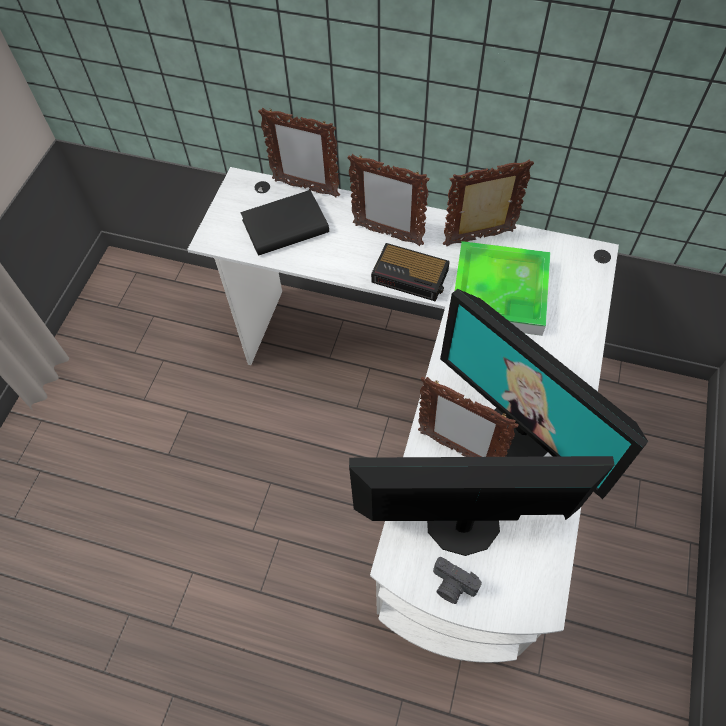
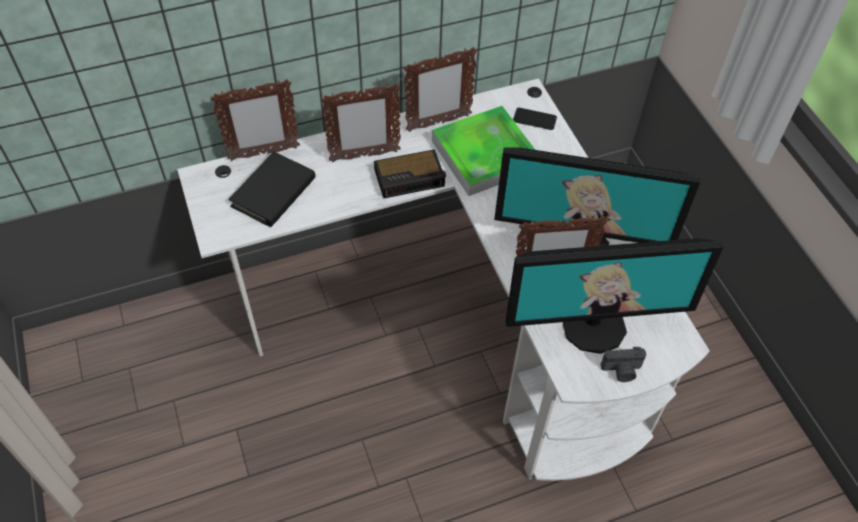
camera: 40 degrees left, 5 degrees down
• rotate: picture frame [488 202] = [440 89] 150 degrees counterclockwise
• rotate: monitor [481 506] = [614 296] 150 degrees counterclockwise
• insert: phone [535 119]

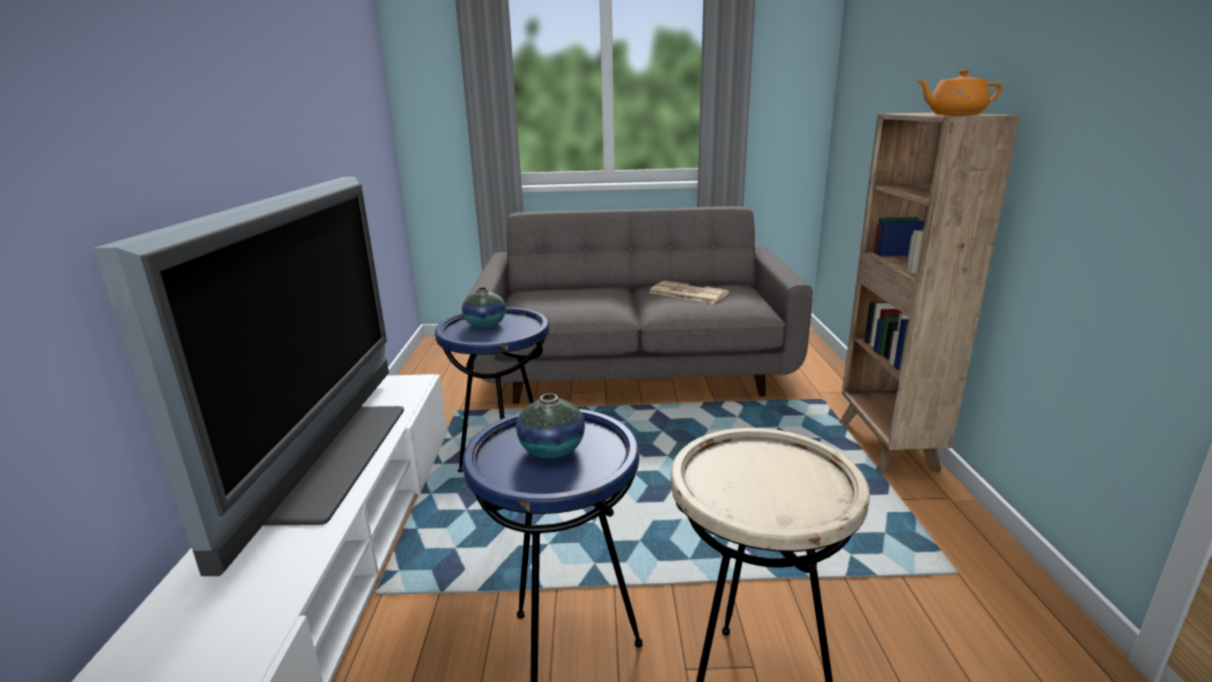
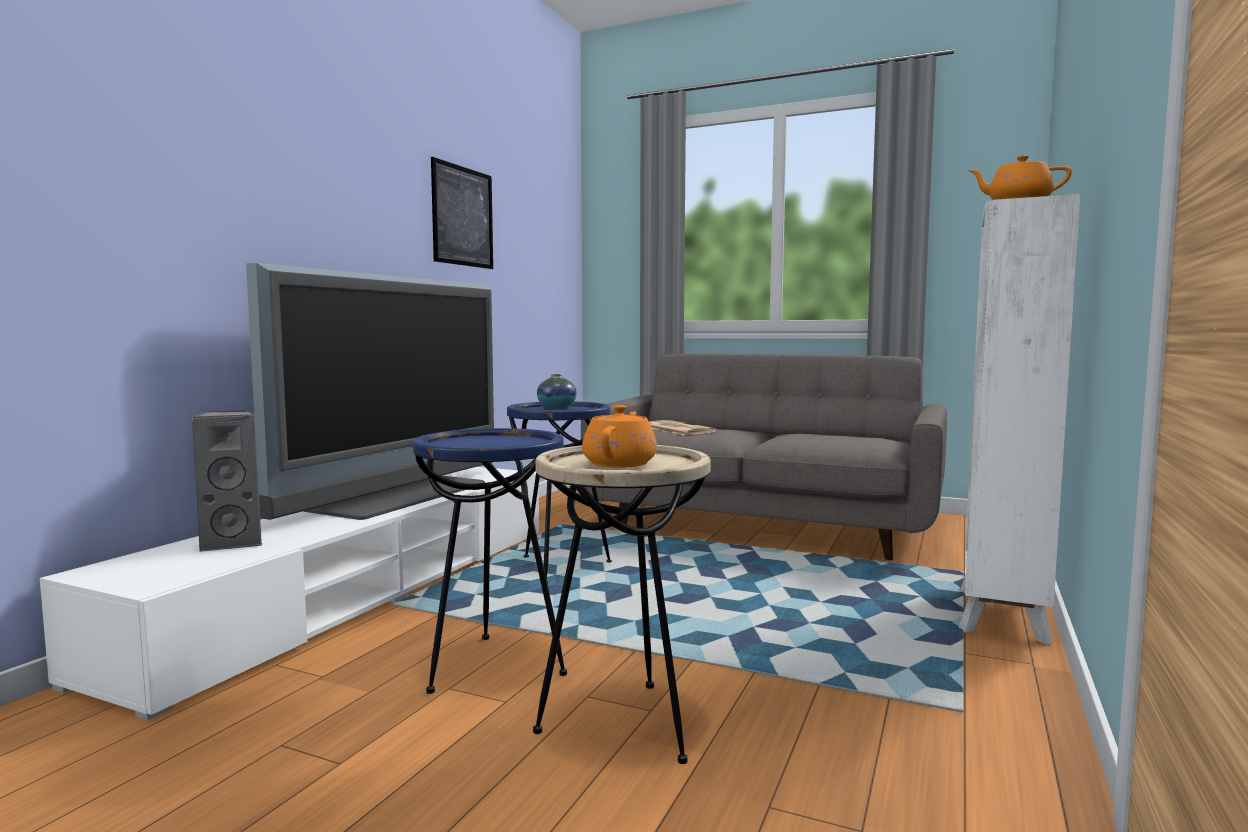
camera: 25 degrees right, 15 degrees down
• insert: grey speaker [227 481]
• insert: picture [462 213]
• insert: orange teapot [619 436]
• move: newspaper [689 292] to [682 427]
• recolor: brown bookcase [930 293] to white bookcase [1019 419]
• delete: vase [550 425]

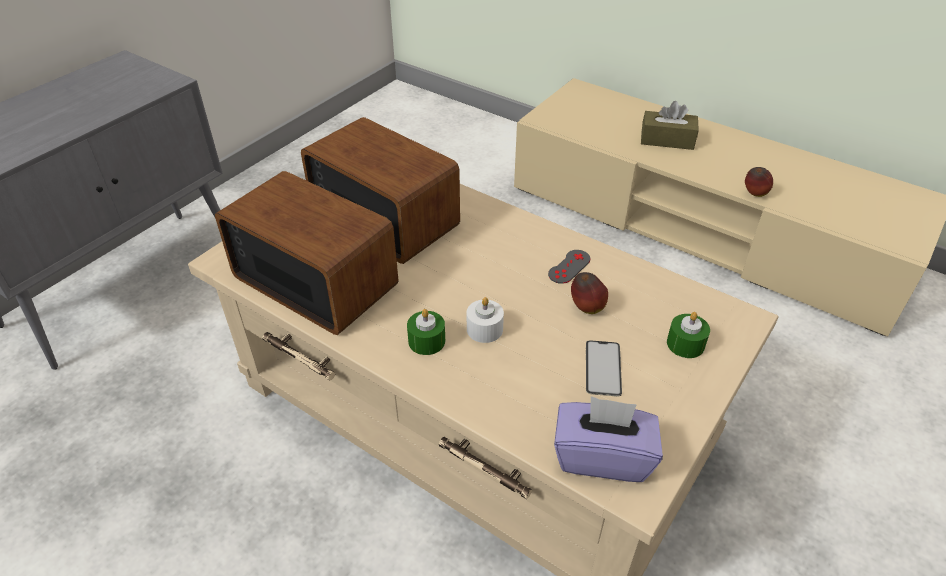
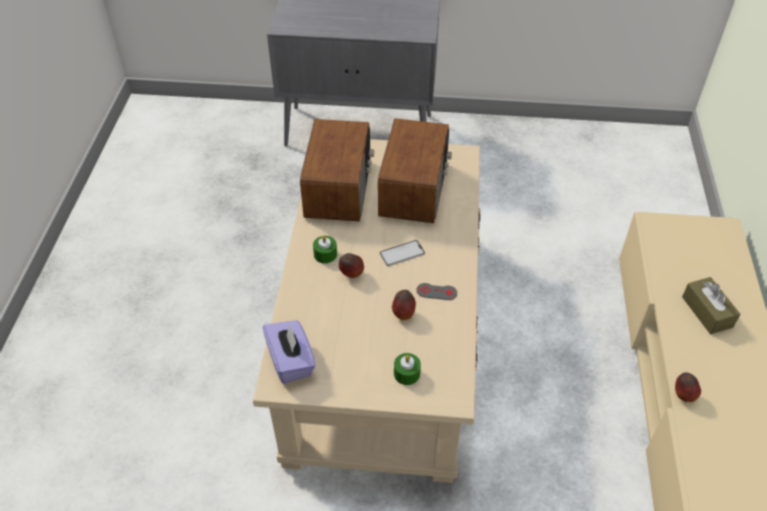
camera: 60 degrees right, 5 degrees up
• replace: white candle [485 320] to apple [351 265]
• move: phone [604 368] to [402 253]

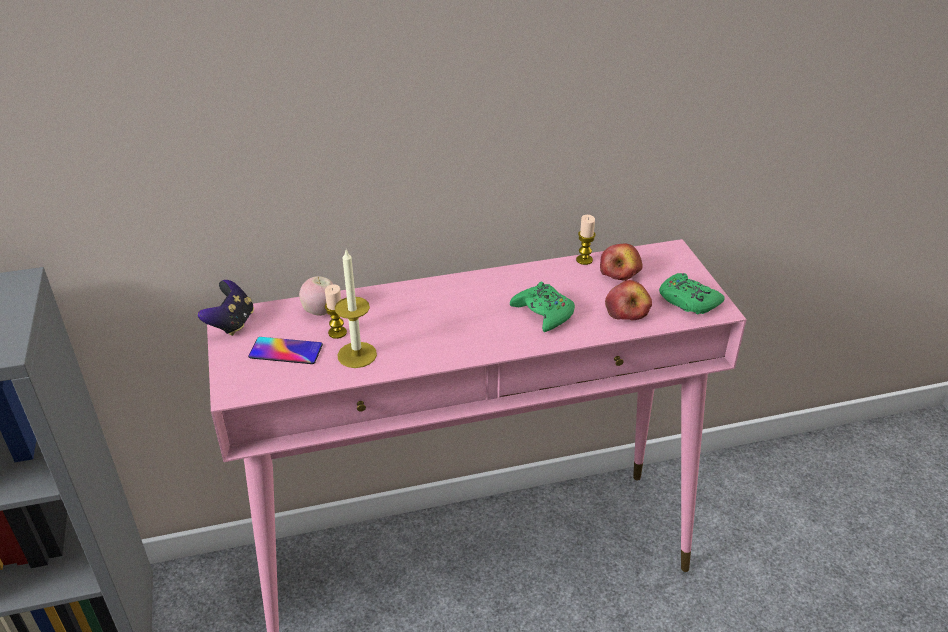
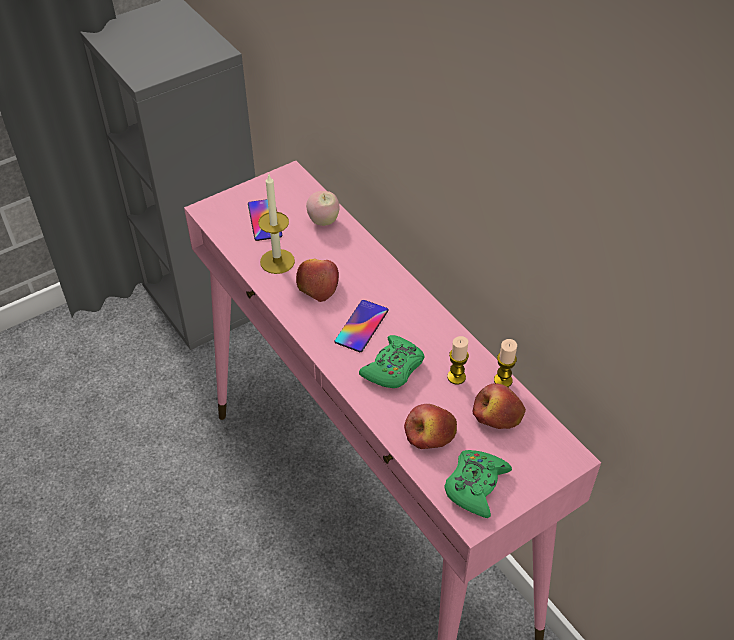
camera: 70 degrees right, 10 degrees up
• insert: apple [317 280]
• insert: phone [362 326]
• move: candle [336 311] to [458 360]
• delete: game controller [226 308]

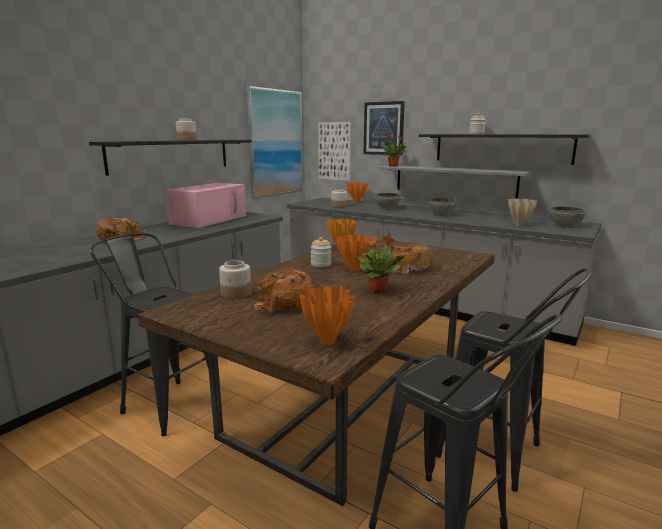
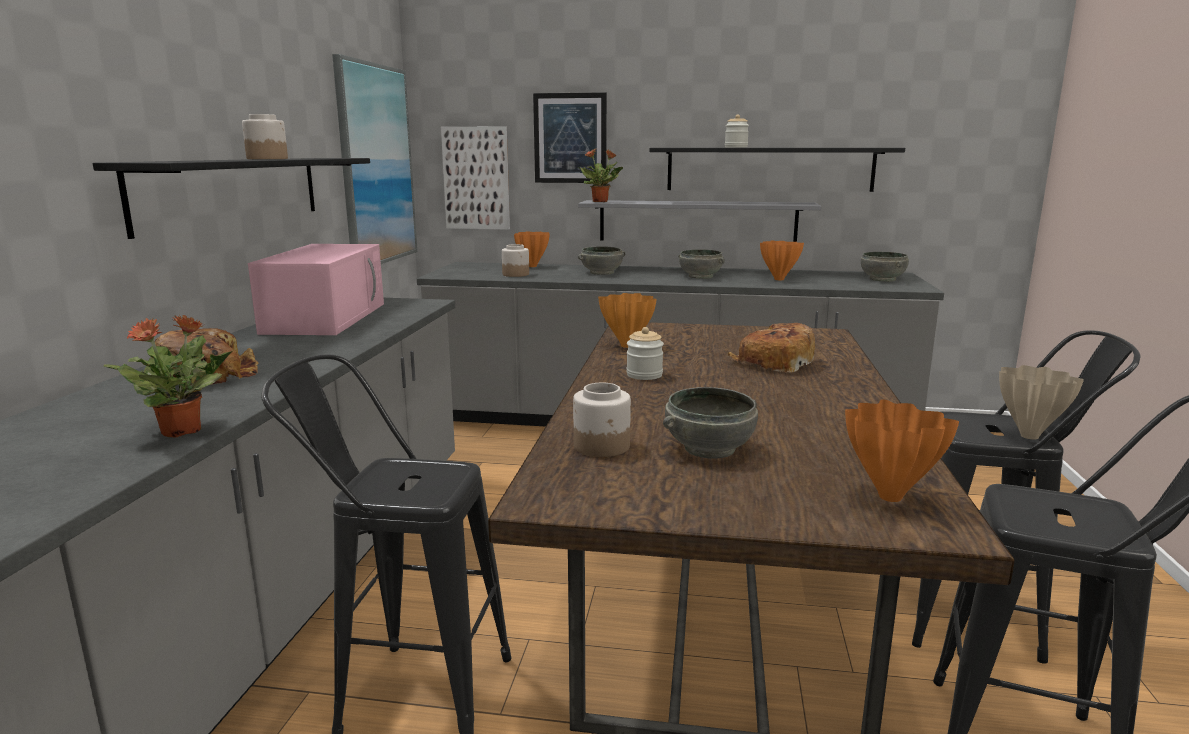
camera: 25 degrees left, 0 degrees up
• move: potted plant [379 264] to [167 376]
• replace: bread [283 290] to grey bowl [710 423]
• move: orange vase [355 253] to [782 260]
• move: beige vase [522 212] to [1041 402]

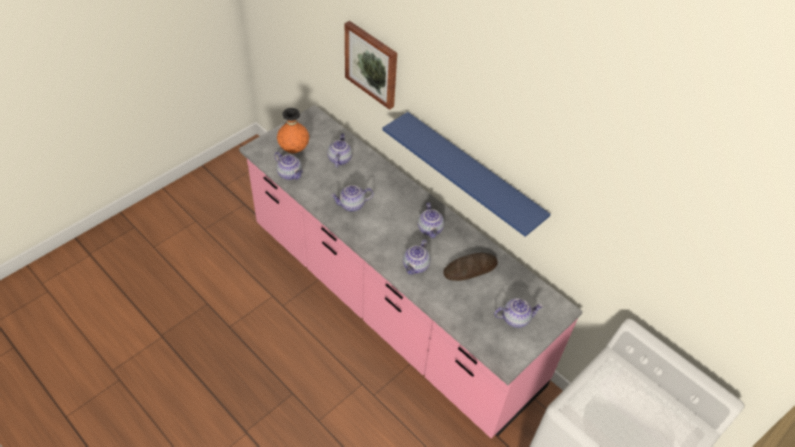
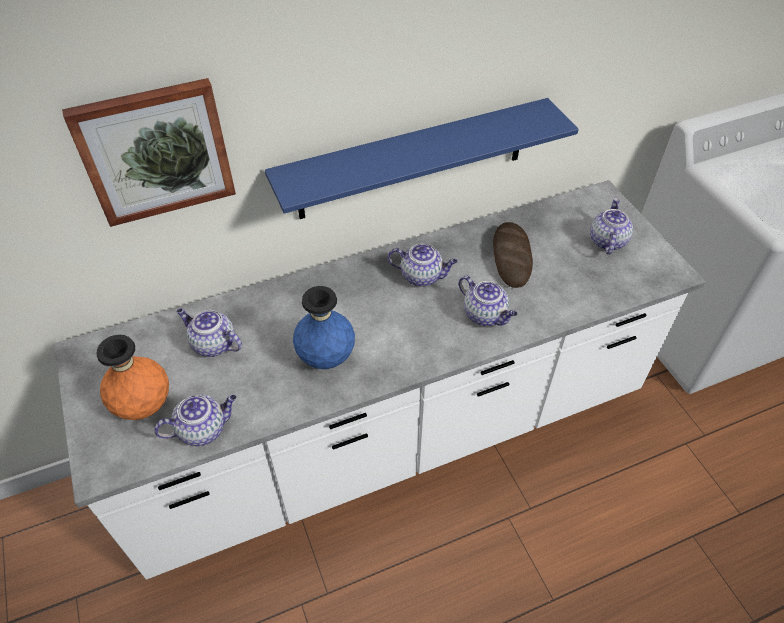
camera: 65 degrees left, 0 degrees up
• recolor: pink counter [411 272] to white counter [380 380]
• replace: teapot [352 198] to blue vase [324 327]

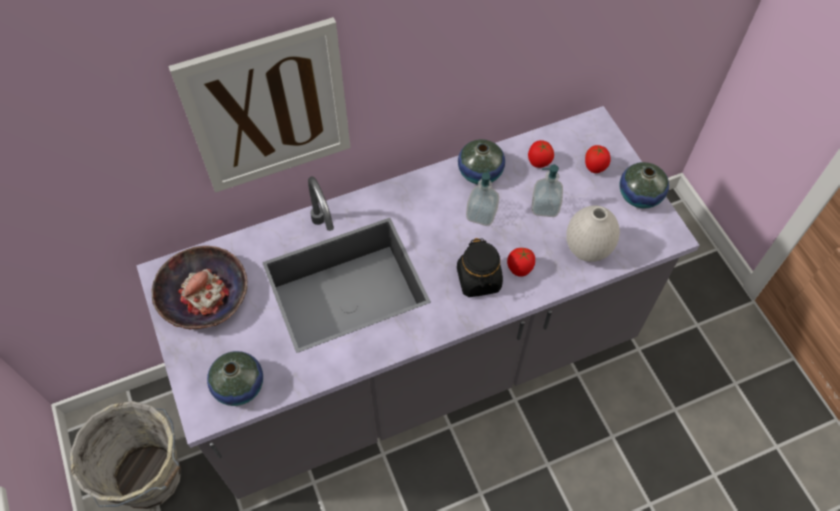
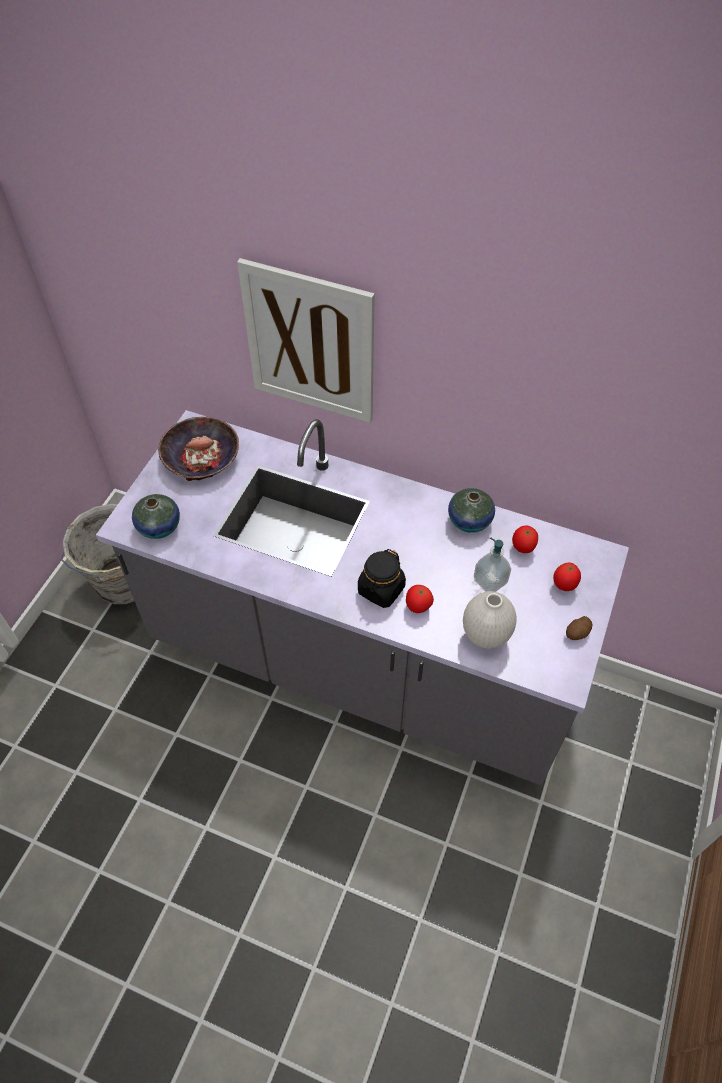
camera: 45 degrees right, 5 degrees down
• replace: vase [644 185] to potato [579 628]
• delete: soap dispenser [482 197]

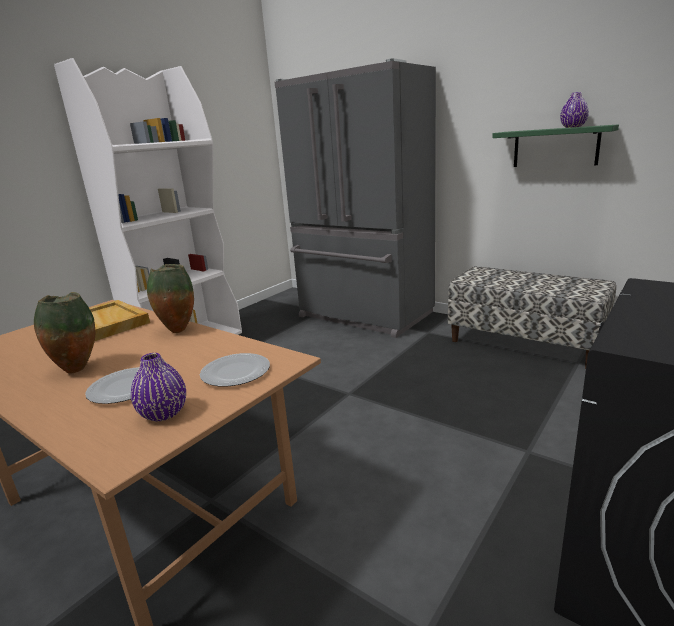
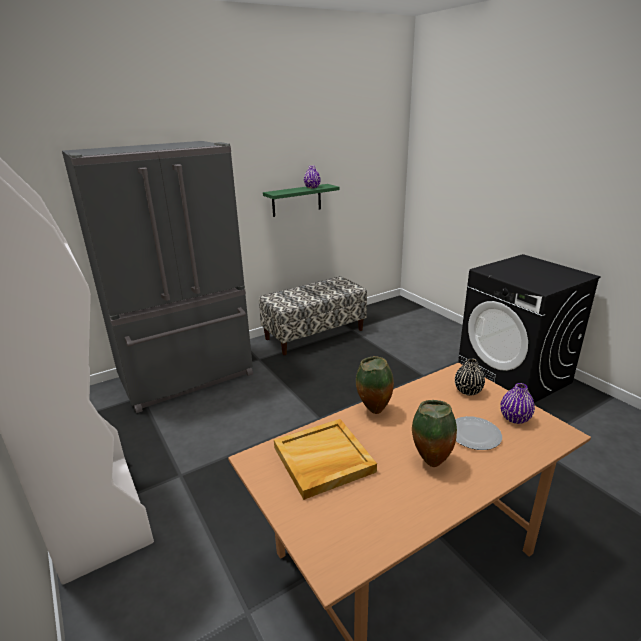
camera: 70 degrees left, 5 degrees up
• replace: plate [235 369] to black vase [470 377]

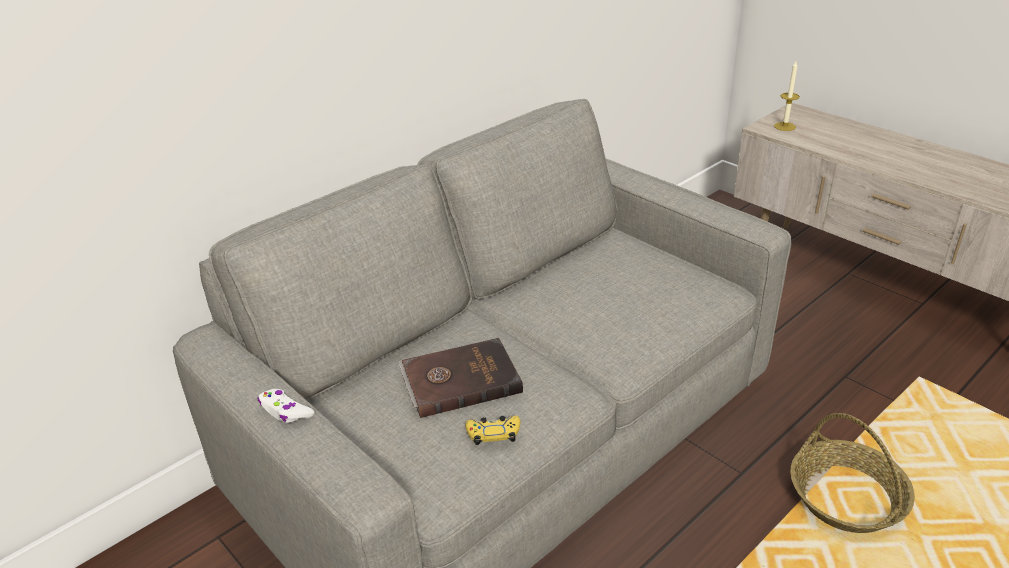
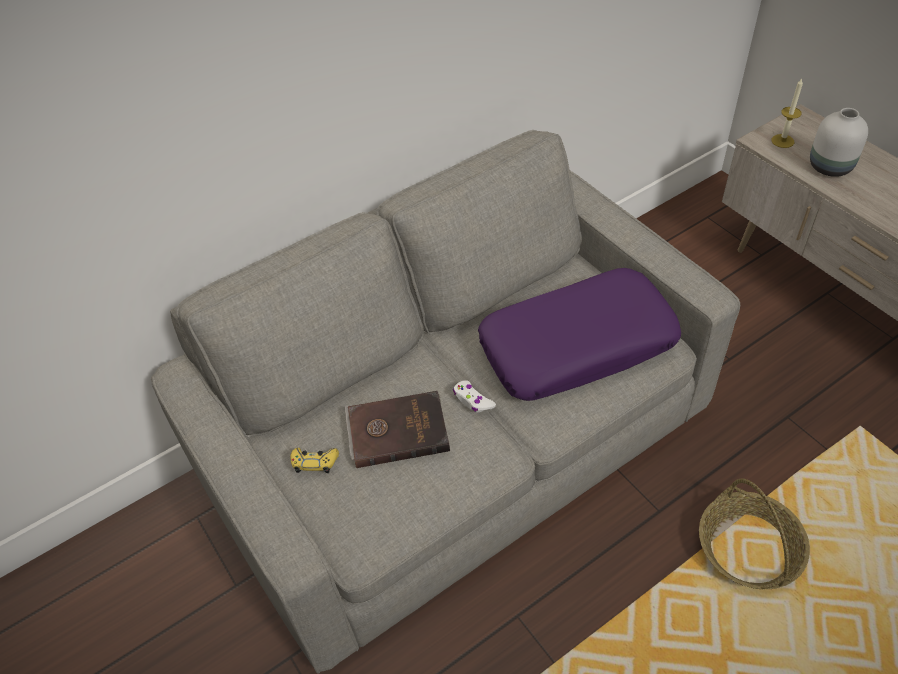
camera: 10 degrees right, 15 degrees up
• move: yellow game controller [493 430] to [314 460]
• move: white game controller [286 406] to [474 396]
• insert: purple pillow [579 334]
• insert: white vase [839 142]

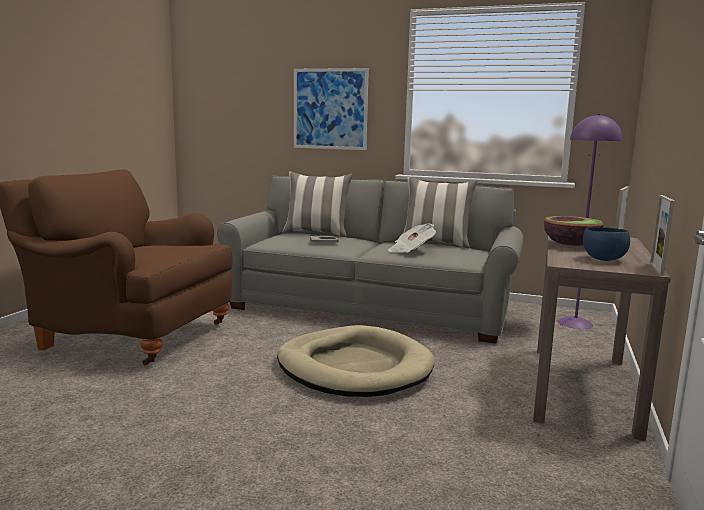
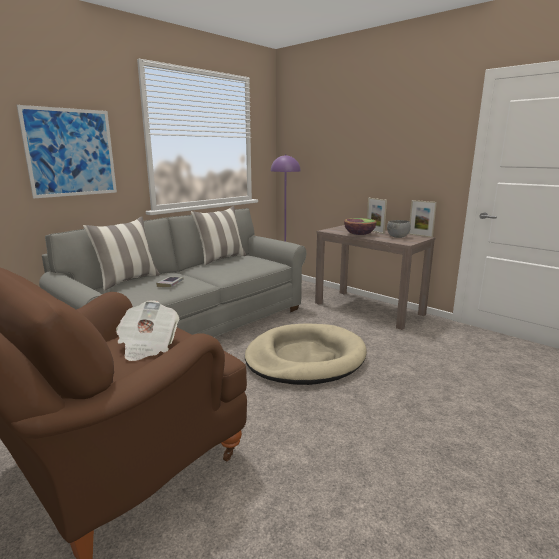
camera: 65 degrees left, 5 degrees up
• move: newspaper [412 238] to [147 330]
• recolor: blue bowl [606 244] to grey bowl [399 229]

